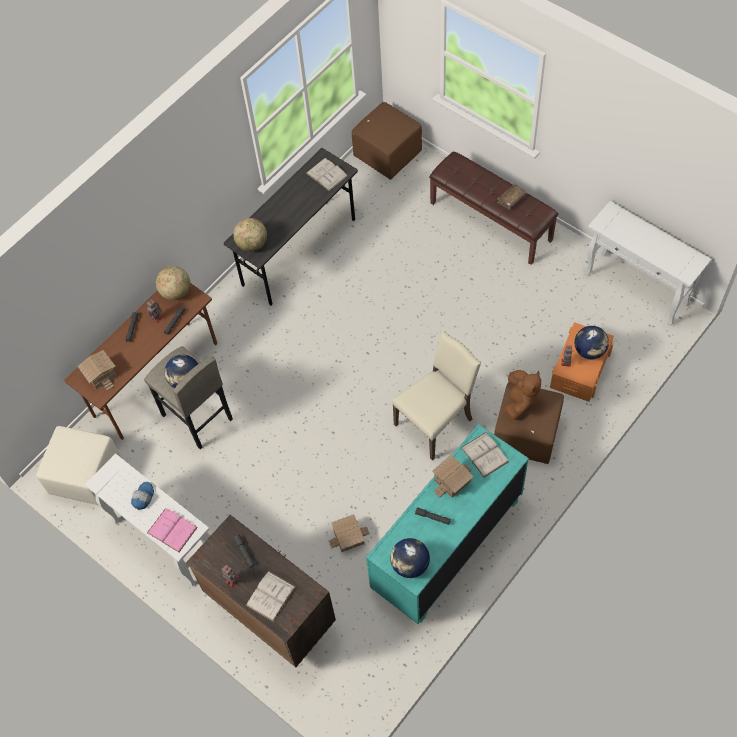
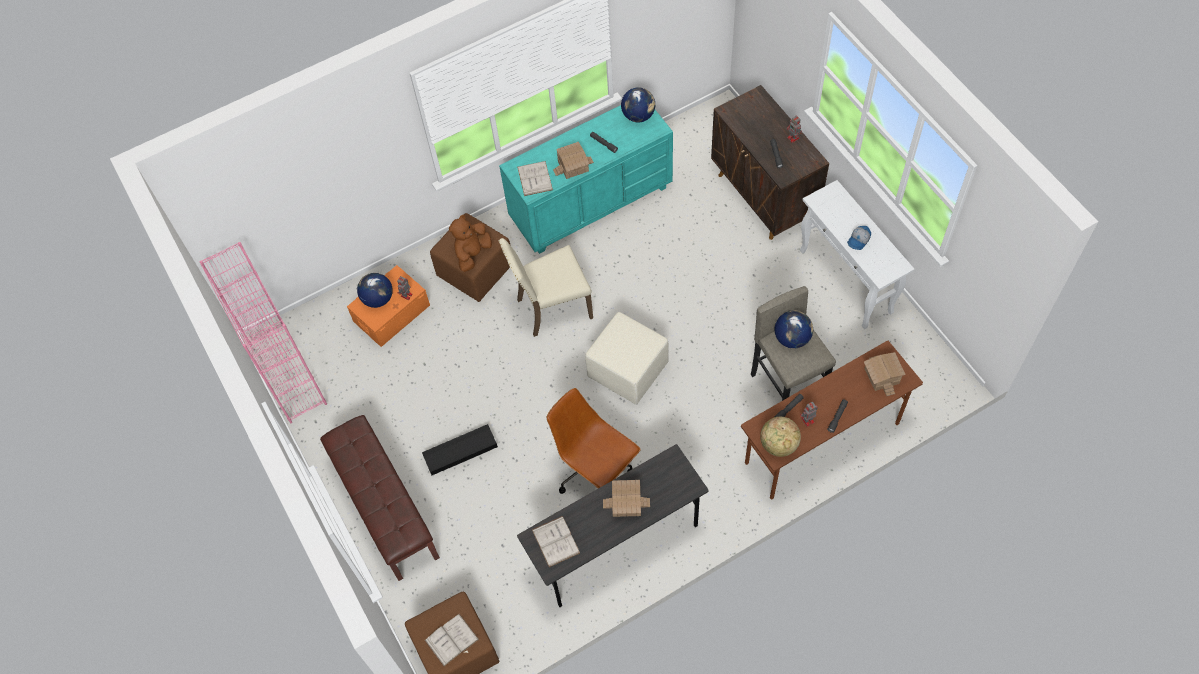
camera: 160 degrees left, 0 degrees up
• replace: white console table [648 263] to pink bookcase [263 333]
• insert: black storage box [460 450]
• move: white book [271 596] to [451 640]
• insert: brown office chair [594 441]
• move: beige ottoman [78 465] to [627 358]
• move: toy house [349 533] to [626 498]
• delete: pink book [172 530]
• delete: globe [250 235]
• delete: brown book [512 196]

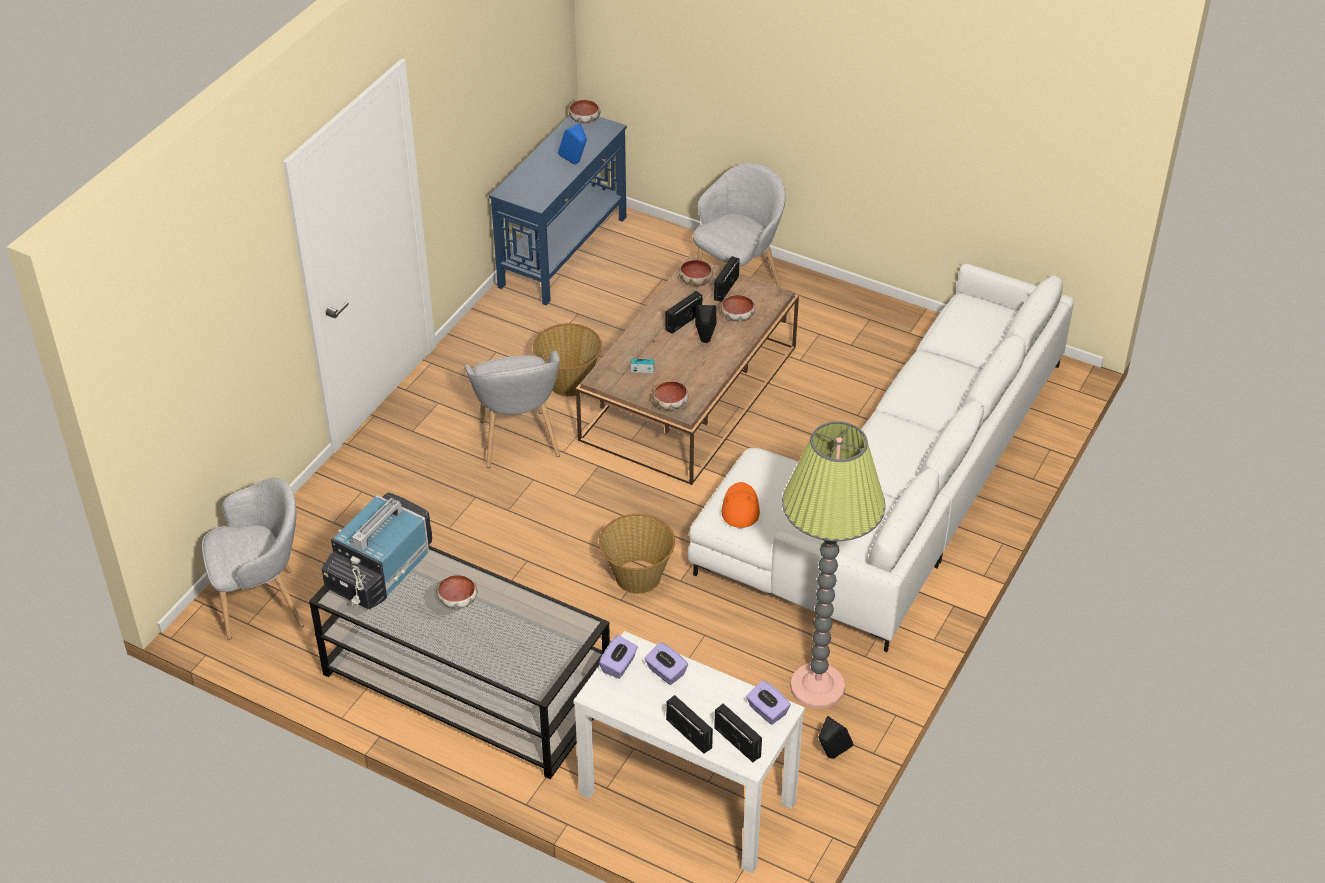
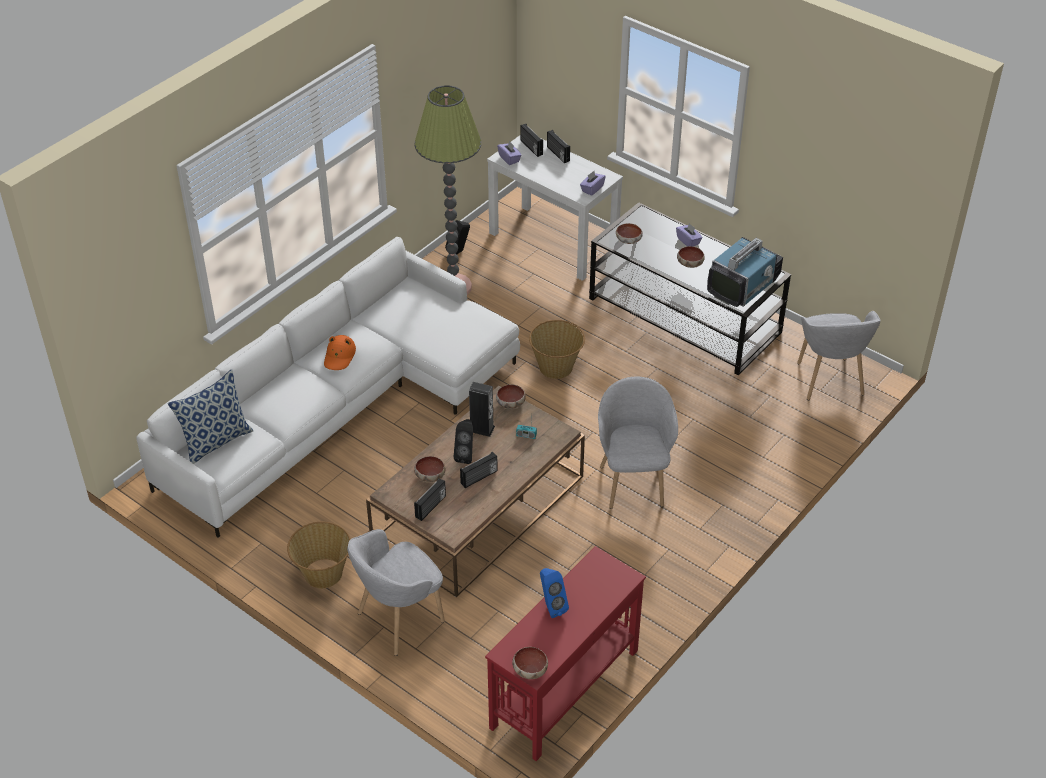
camera: 170 degrees left, 0 degrees up
• insert: pillow [211 416]
• move: basket [567 359] to [319 555]
• move: orange hat [740 505] to [340 352]
• insert: speaker [482 409]
• recolor: blue console table [558 210] to red console table [565 653]
• move: bowl [696 273] to [629 233]
• move: purple tissue box [666 663] to [689 235]
• rotate: grey armchair [253 559] = [839 355] 90 degrees counterclockwise

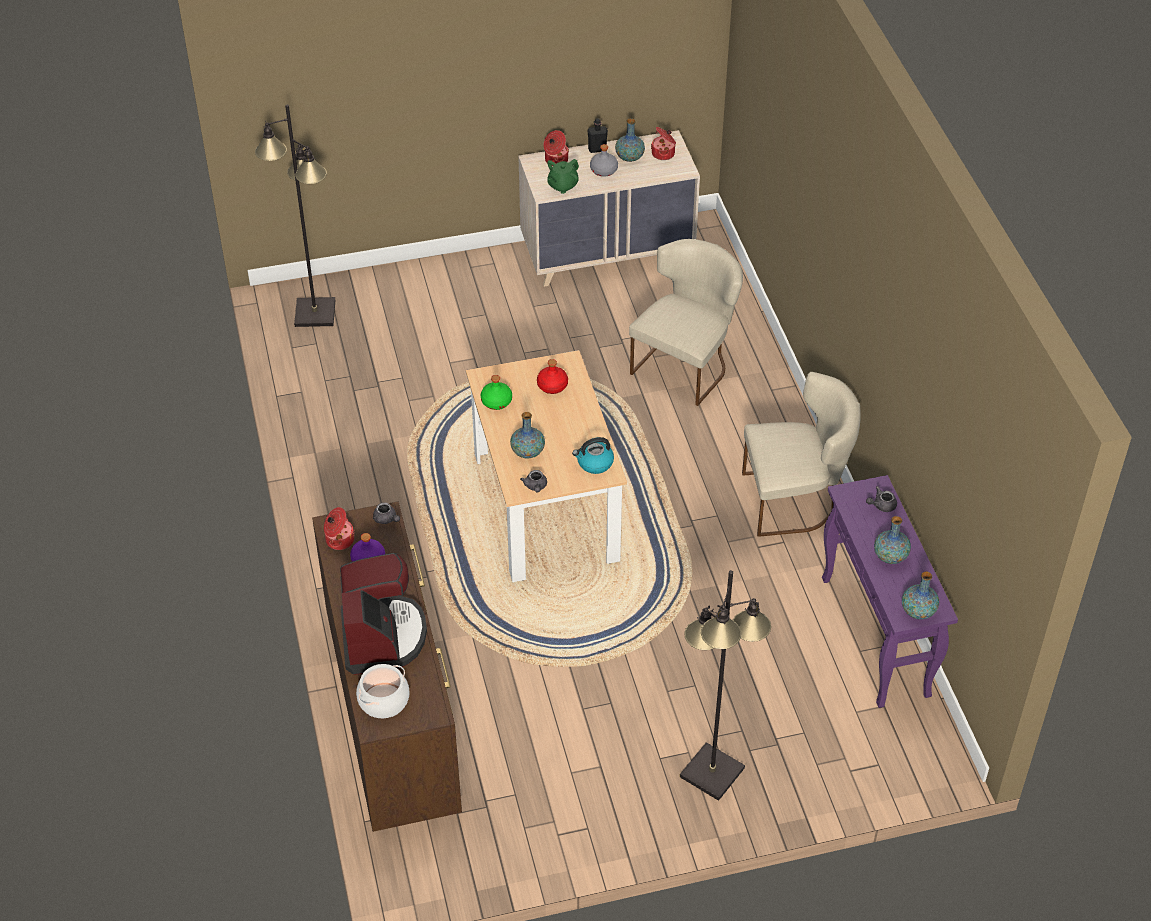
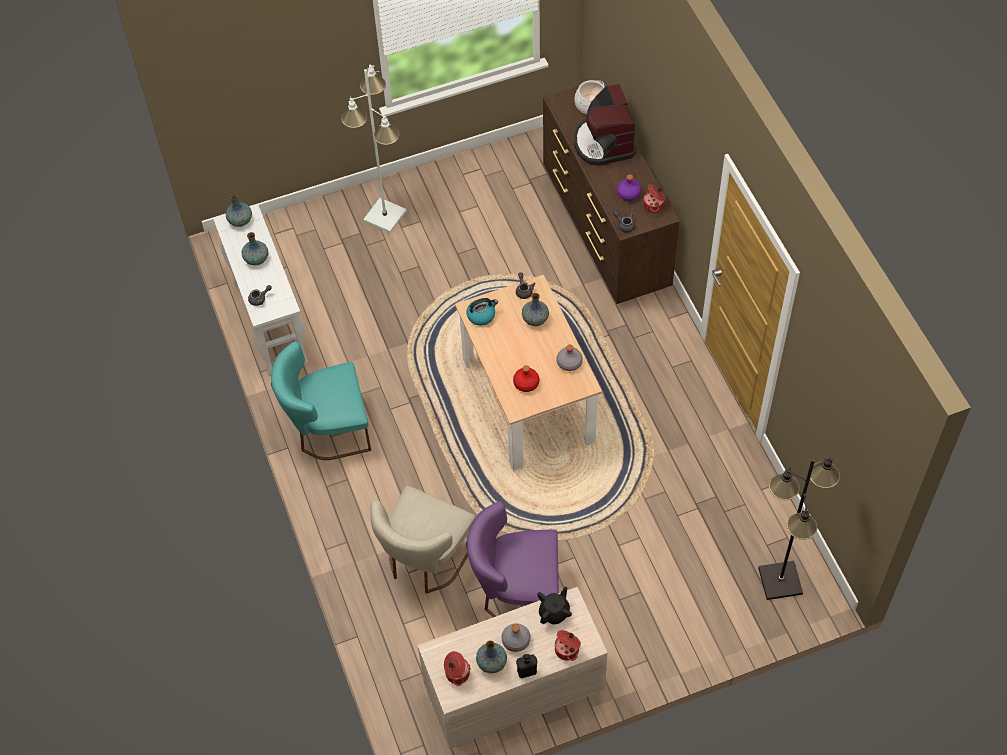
camera: 175 degrees right, 10 degrees up
• recolor: purple console table [890 591] to white console table [260 290]
• recolor: beige chair [801 454] to turquoise chair [321 400]
• recolor: black floor lamp [725 685] to white floor lamp [373 149]
• insert: purple chair [512 559]
• recolor: green teapot [563 176] to black teapot [554 605]
• recolor: green bottle [496 392] to grey bottle [570 358]

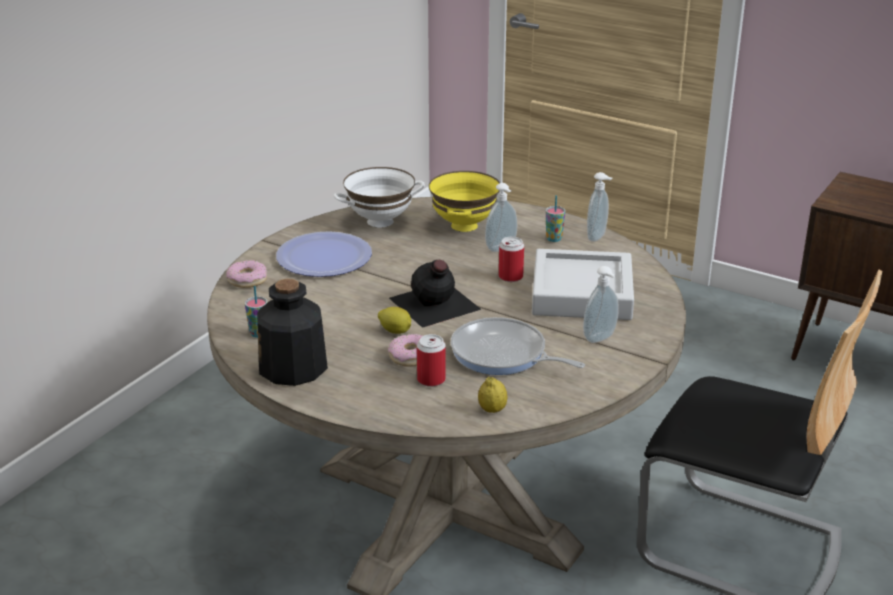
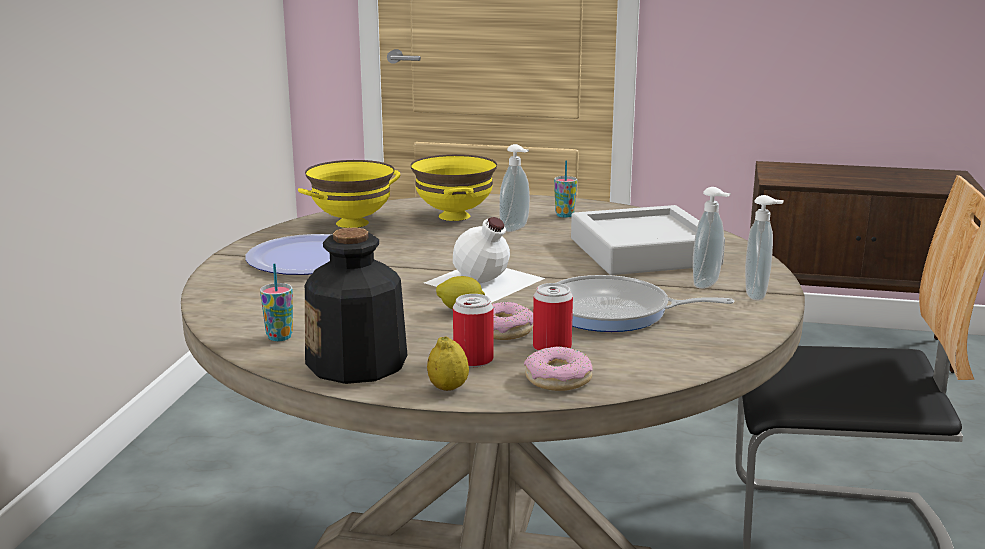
camera: 20 degrees left, 10 degrees down
• recolor: white bowl [379 197] to yellow bowl [349 194]
• recolor: black bottle [435 294] to white bottle [484 260]
• move: lemon [492 395] to [448 363]
• move: can [511 259] to [473 330]
• move: donut [247 274] to [558 368]
• move: soap dispenser [599 207] to [764 247]

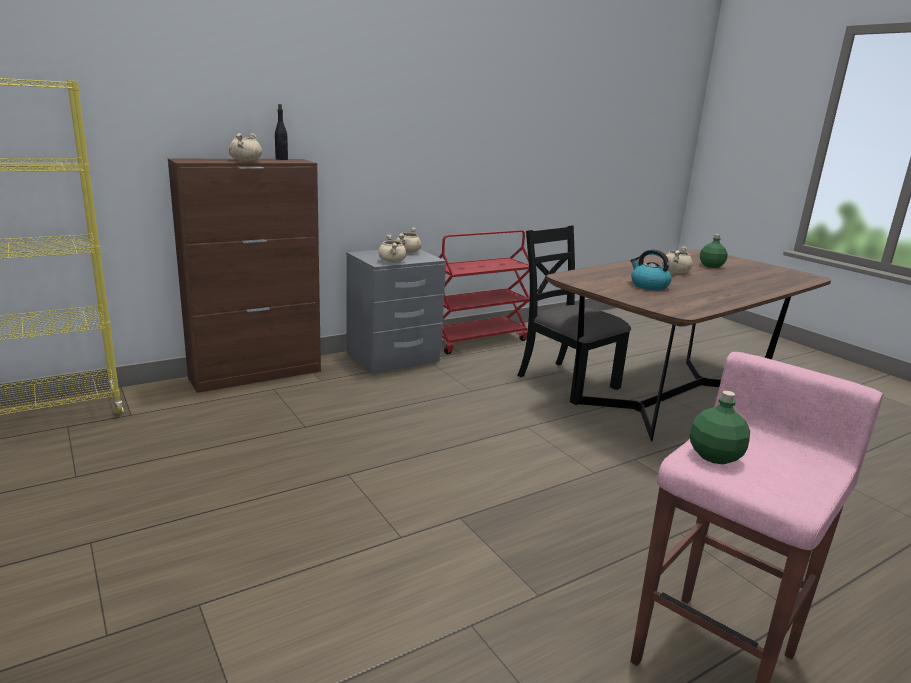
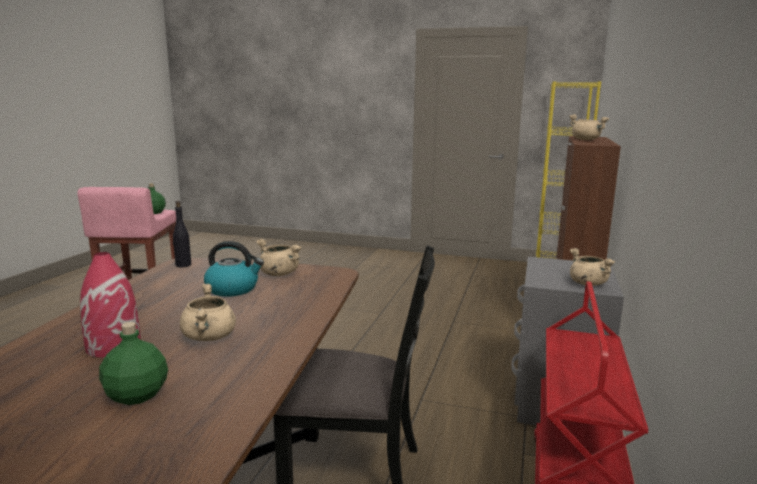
camera: 140 degrees right, 5 degrees down
• insert: red vase [110 305]
• move: black bottle [281 132] to [182 234]
• move: beige cooking pot [392 248] to [279 257]

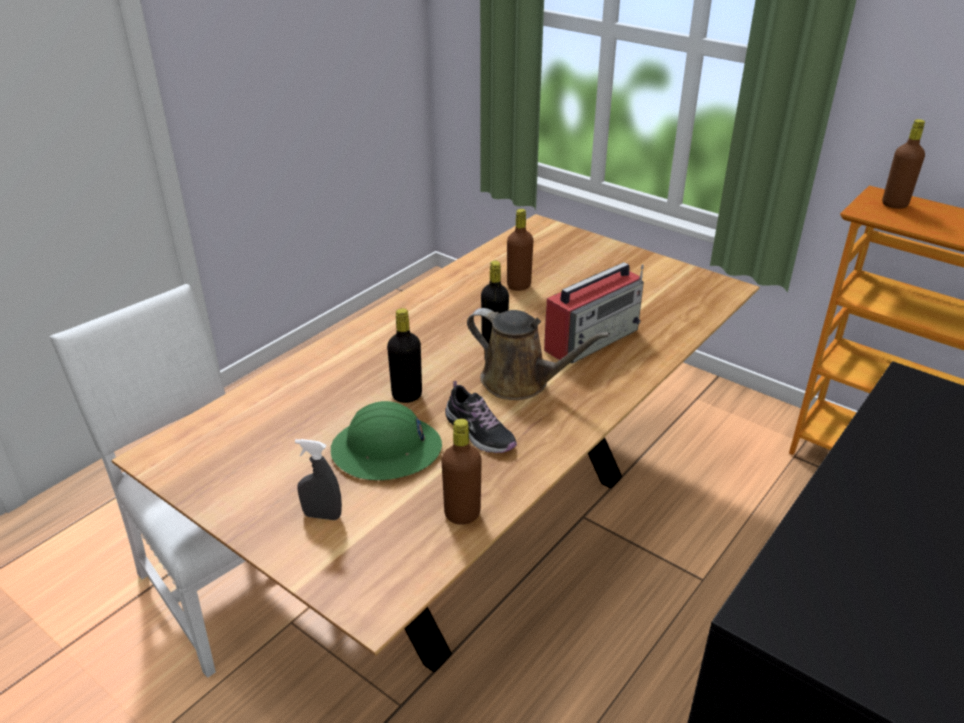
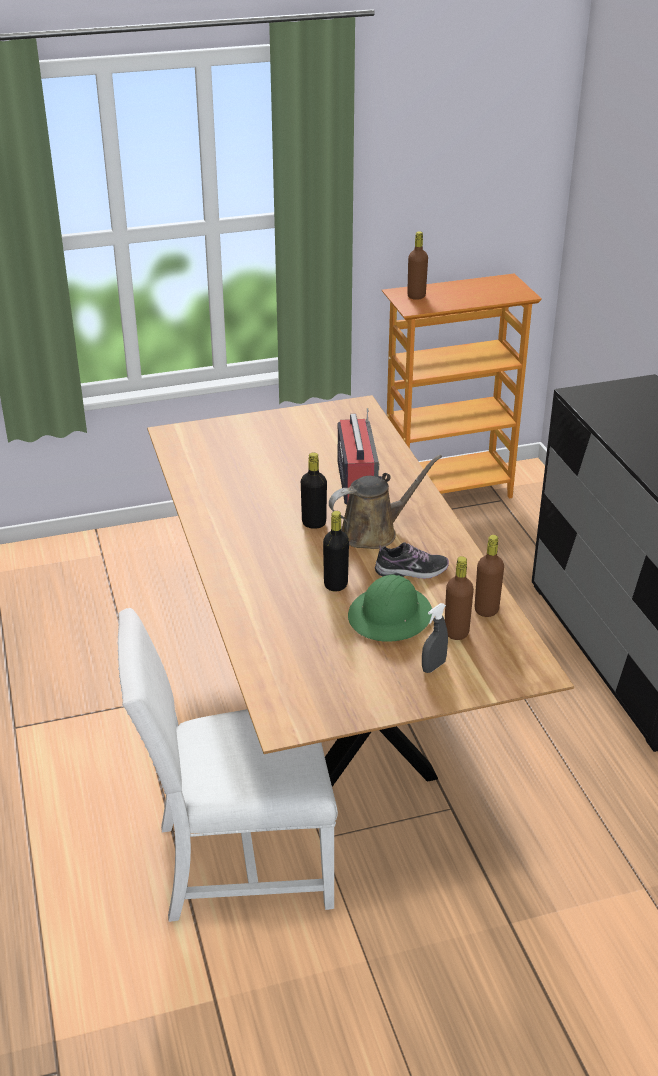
camera: 55 degrees left, 0 degrees up
• move: brown bottle [520 250] to [459 598]

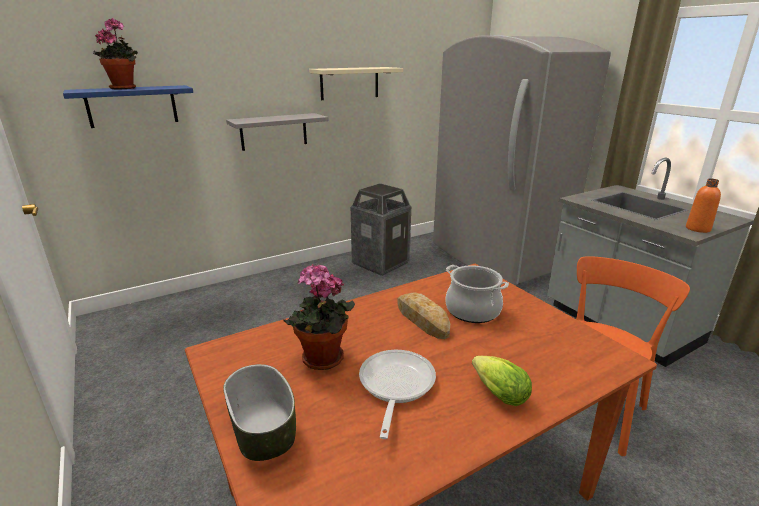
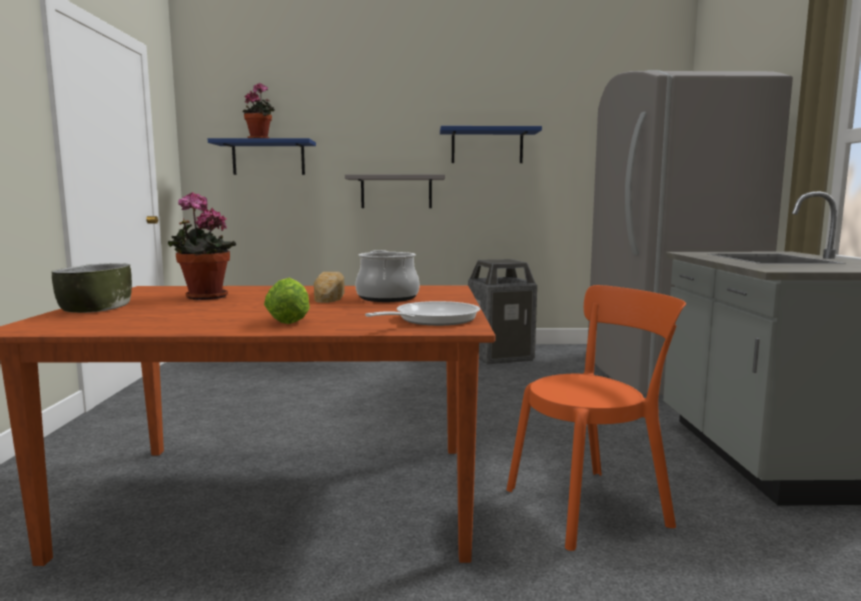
camera: 30 degrees right, 15 degrees down
• move: frying pan [397 394] to [422 313]
• recolor: beige shelf [356 83] to blue shelf [491 144]
• delete: orange bottle [703 205]

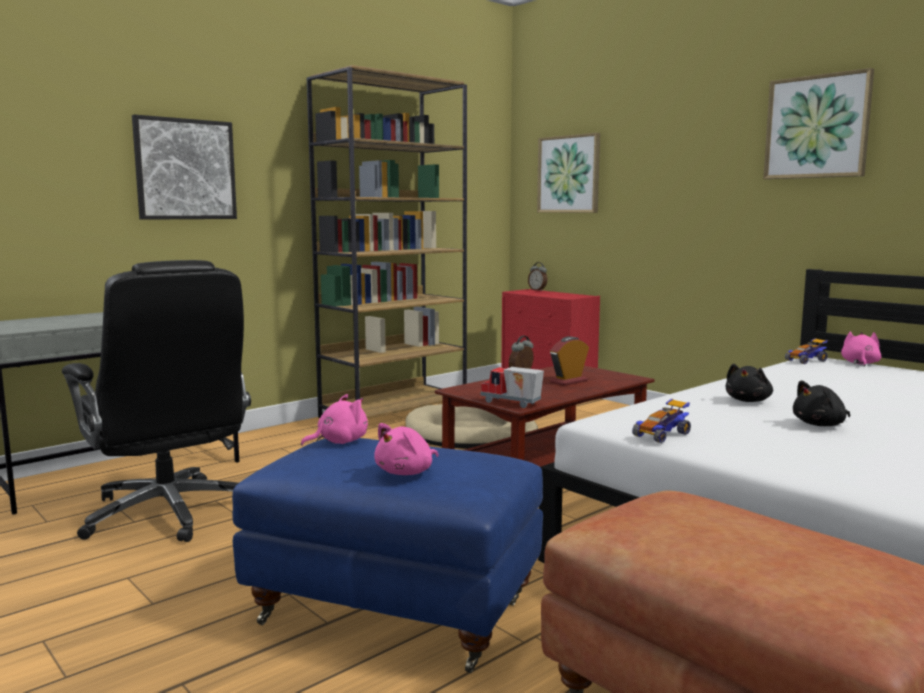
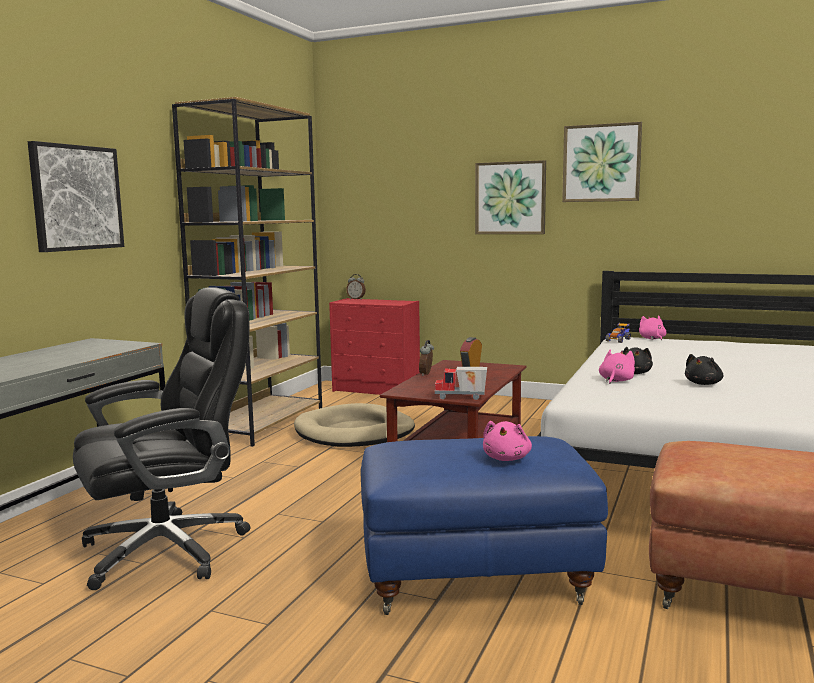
camera: 25 degrees left, 0 degrees up
• rotate: black office chair [156 401] = [162 438] 60 degrees counterclockwise
• move: picture [568 173] to [510 197]
• move: pink plush toy [334 420] to [617 366]
• delete: toy car [661 421]

